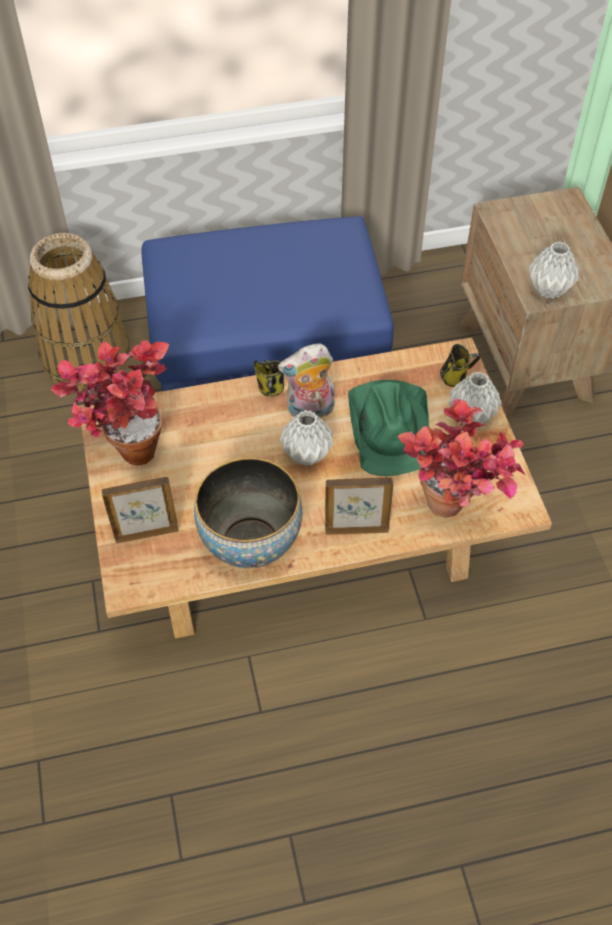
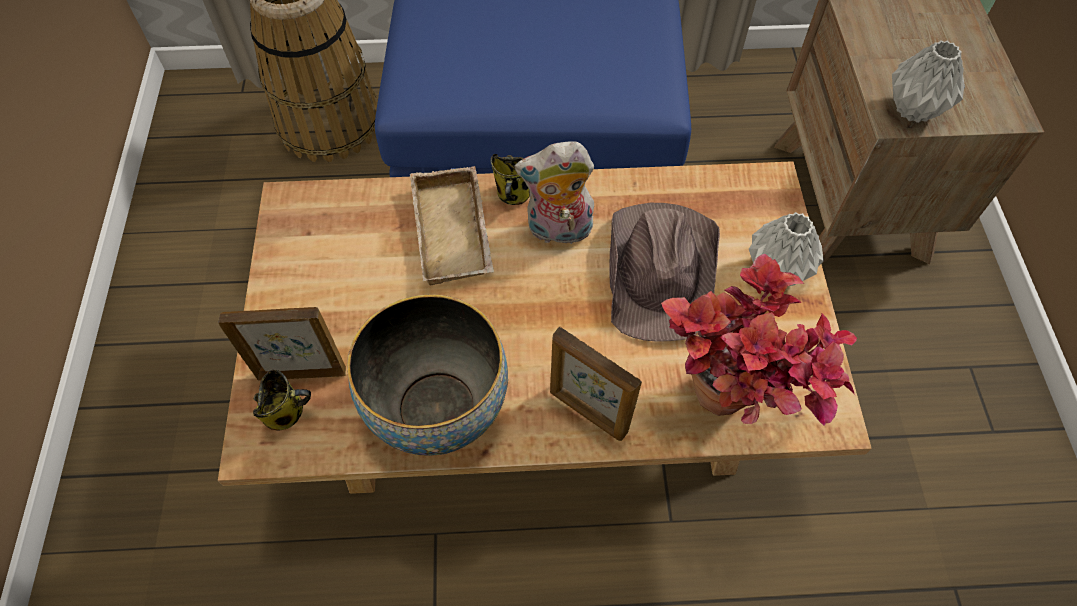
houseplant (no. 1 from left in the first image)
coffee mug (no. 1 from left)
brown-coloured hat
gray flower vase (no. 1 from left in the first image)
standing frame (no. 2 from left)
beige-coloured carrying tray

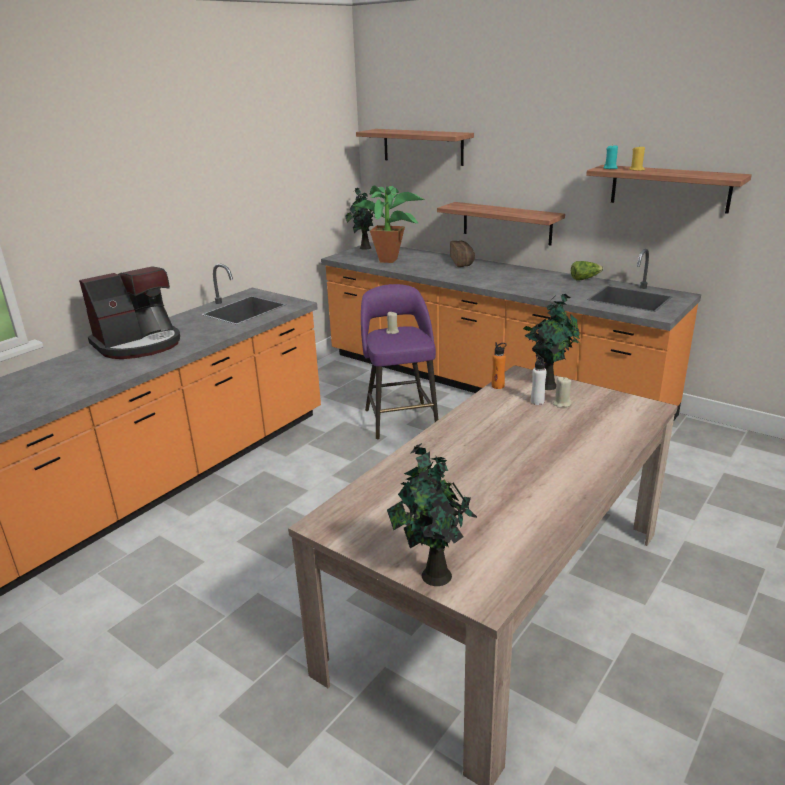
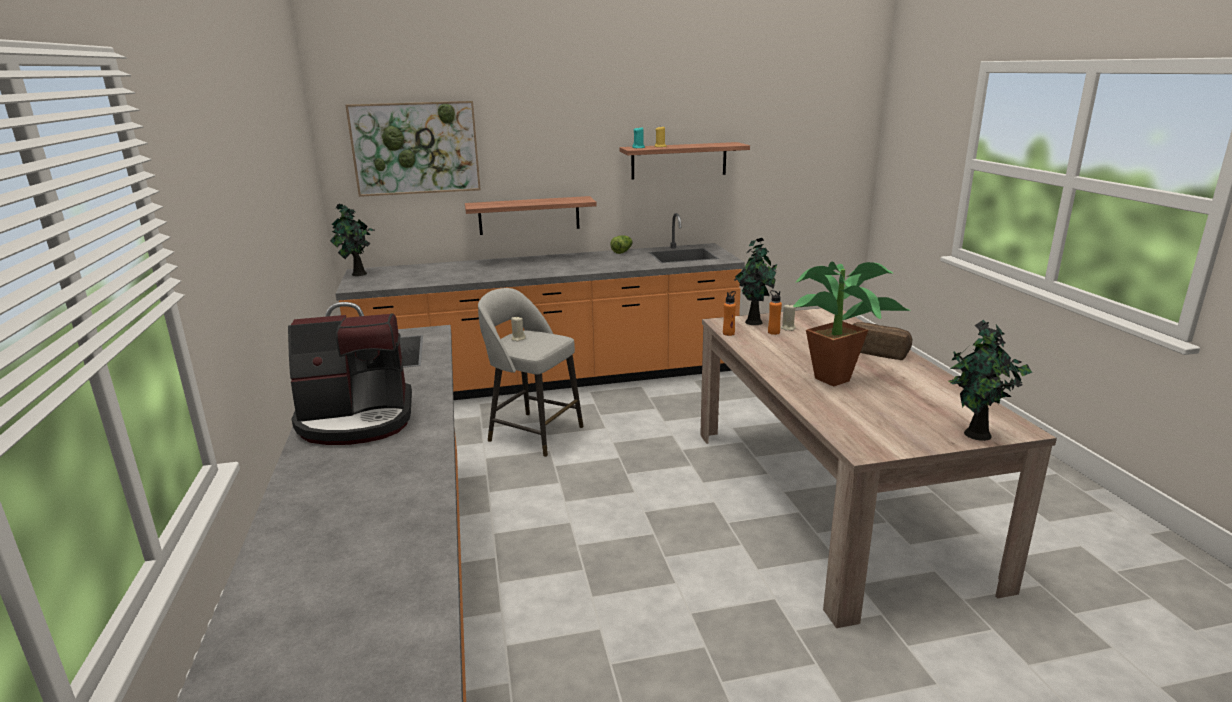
wall art
houseplant (no. 3 from left)
baked bread
coffee machine
gray stool
orange beverage bottle (no. 2 from left)

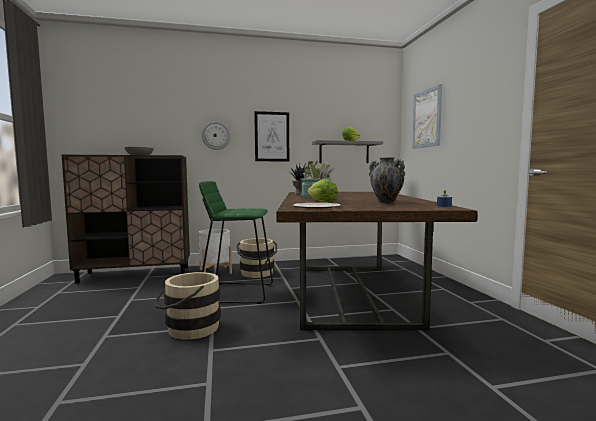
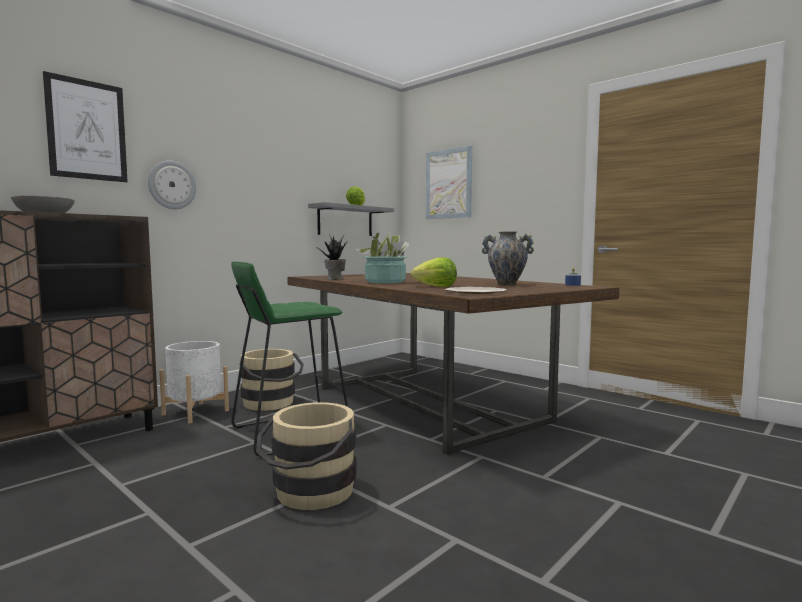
wall art (no. 1 from left)

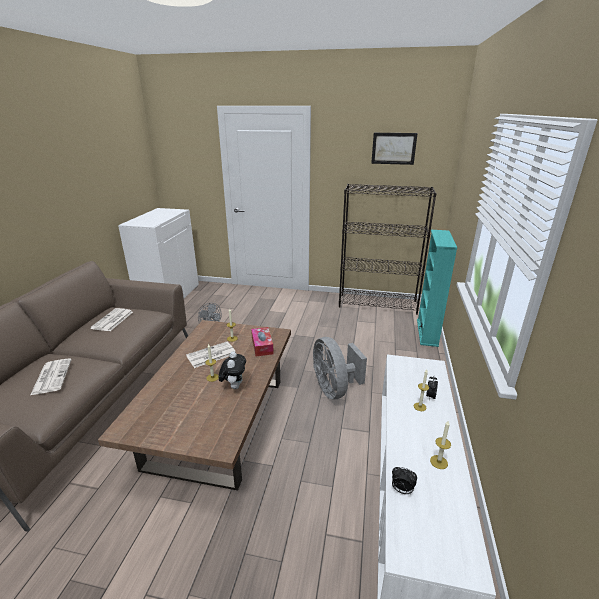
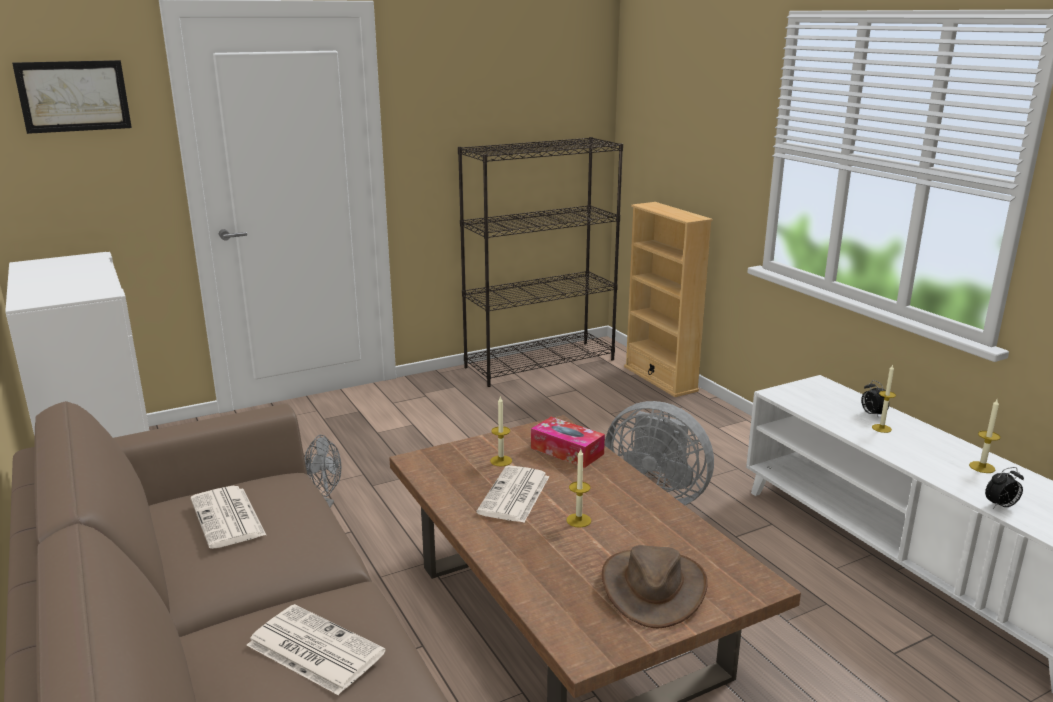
wall art
beige-coloured bookshelf
plush toy
brown-coloured hat

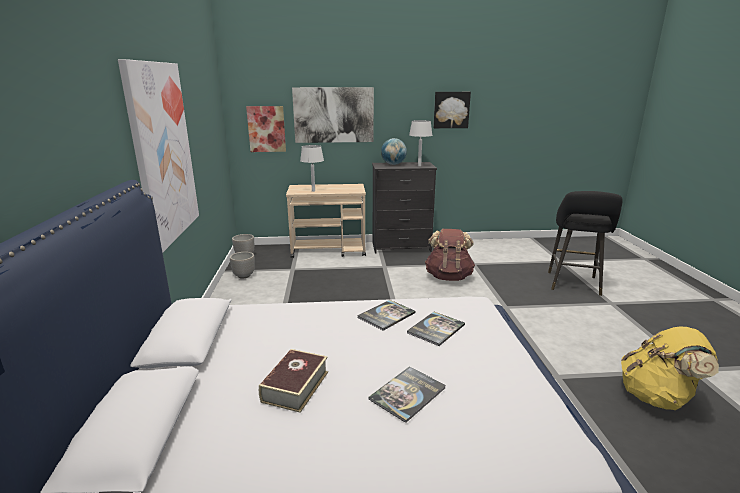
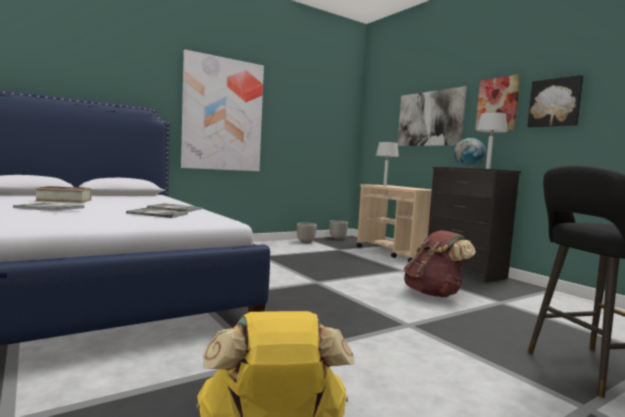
wall art (no. 3 from left)

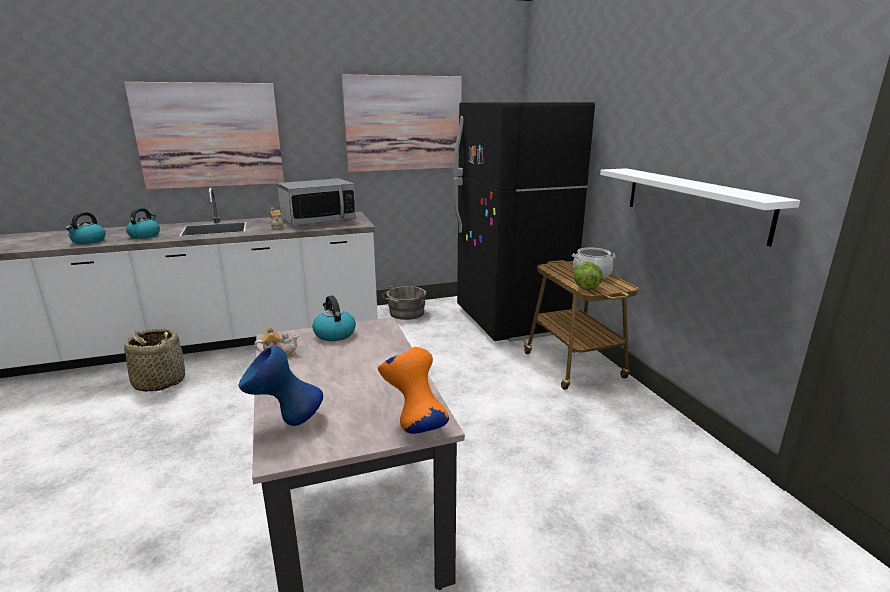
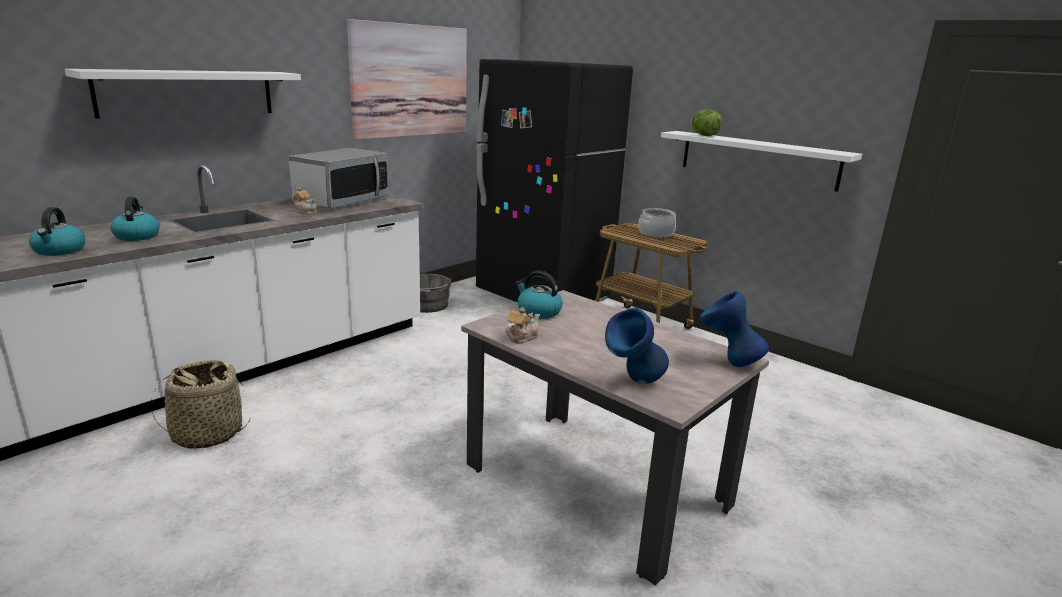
white-coloured bracket shelf (no. 1 from left)
lettuce head
blue flower vase (no. 2 from left)

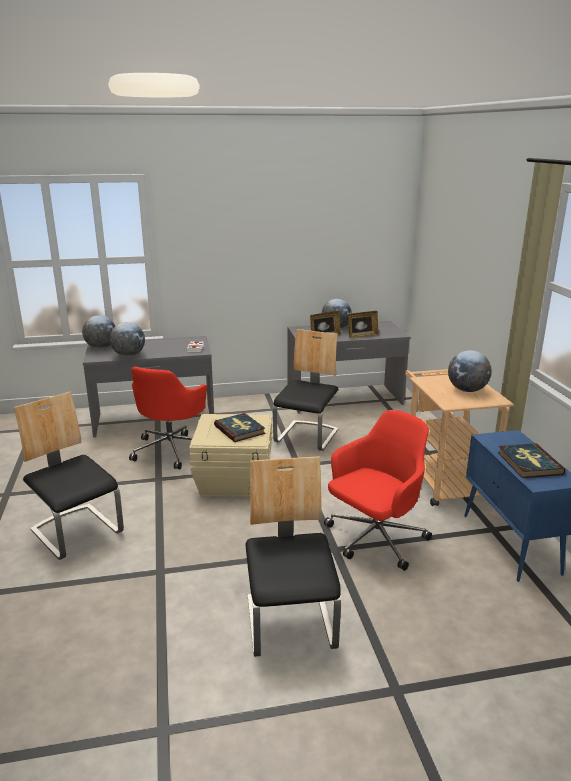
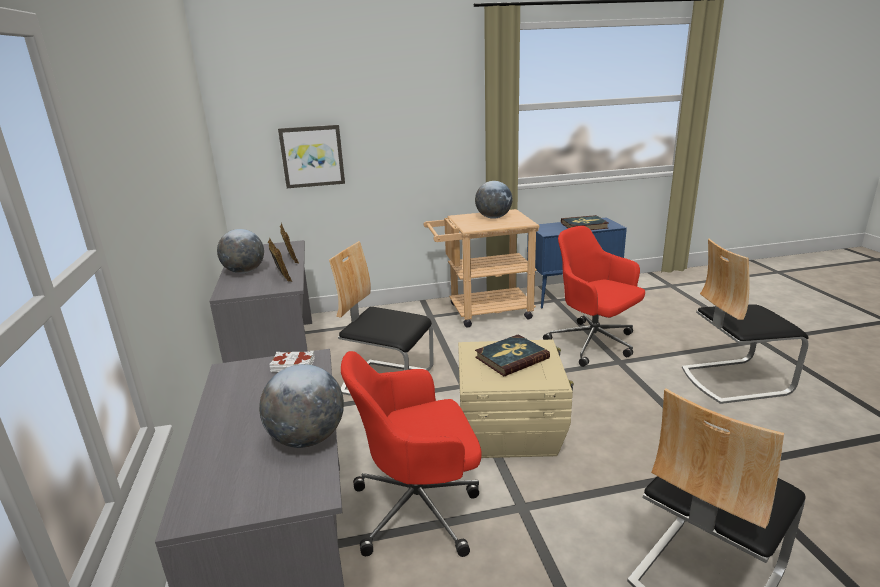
globe (no. 1 from left in the first image)
reddish office chair (no. 1 from left)
wall art

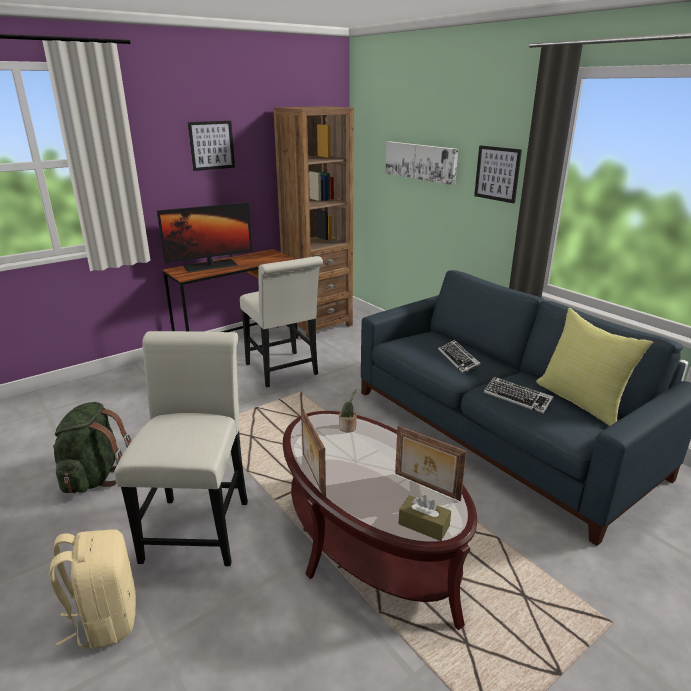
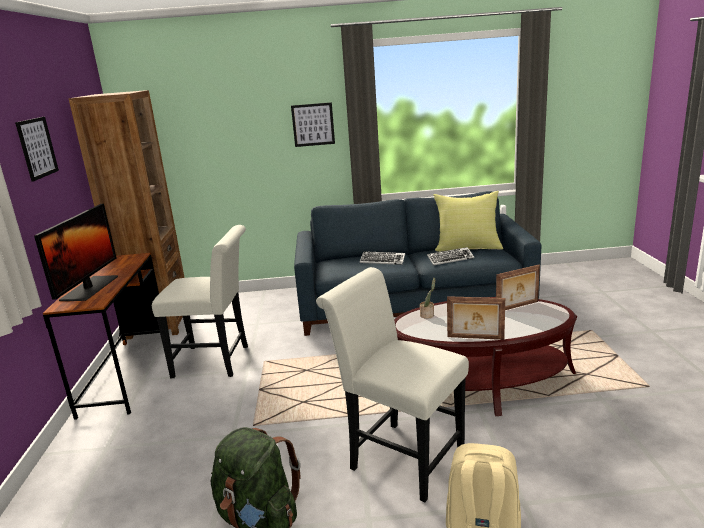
wall art (no. 2 from left in the first image)
brown-coloured tissue box

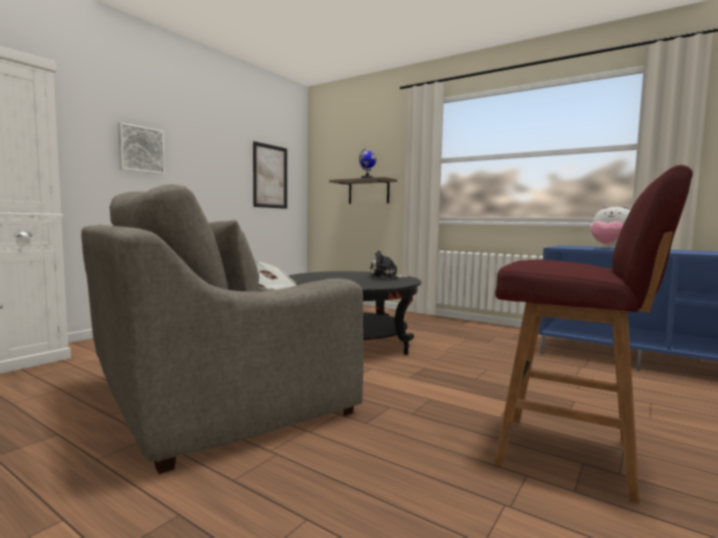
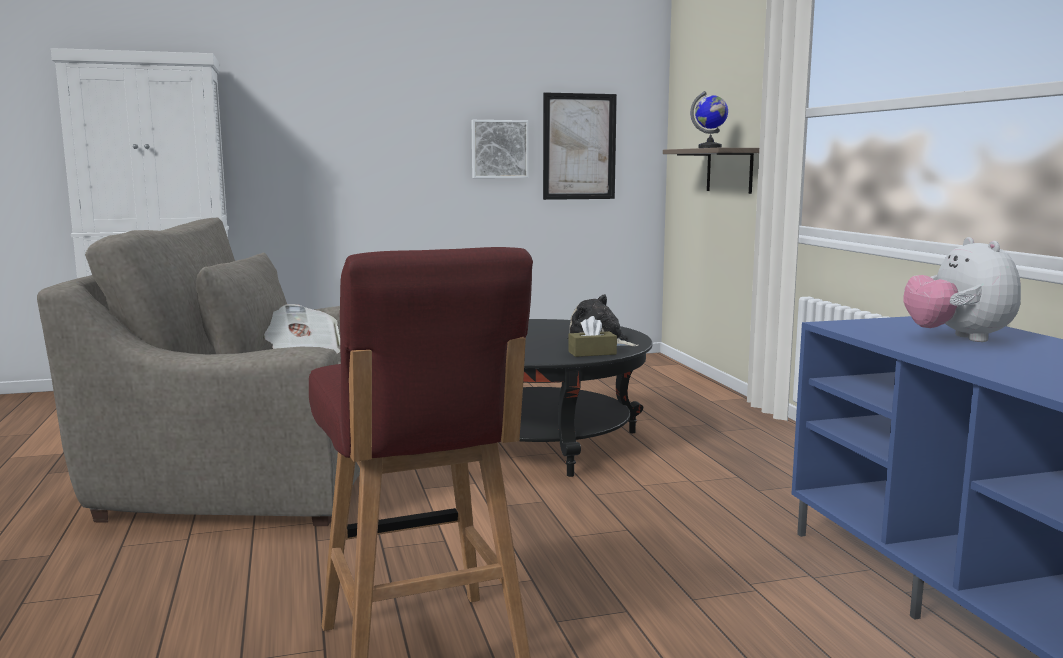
wall art (no. 1 from left)
brown-coloured tissue box

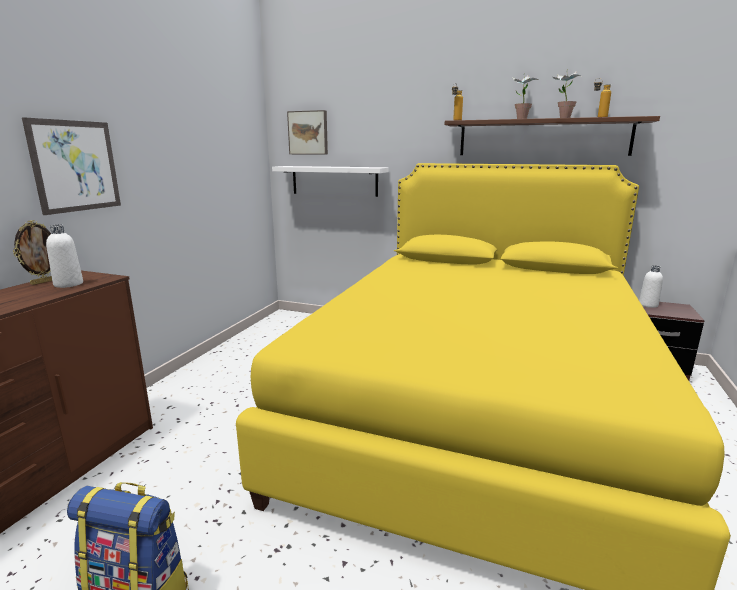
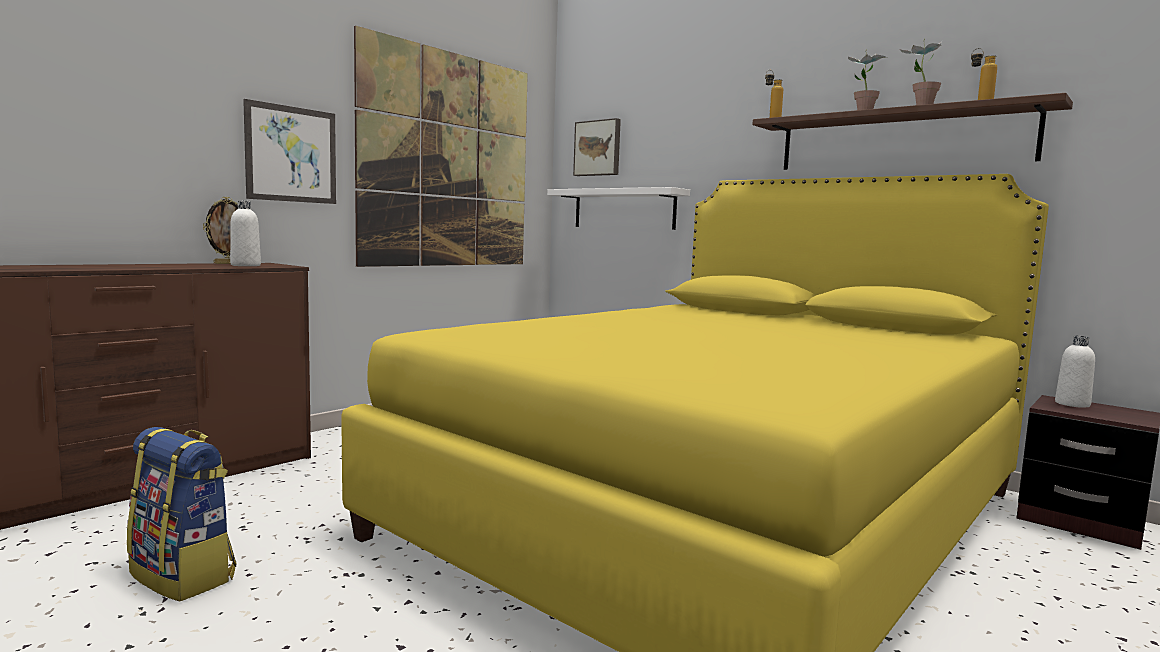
wall art (no. 2 from left)

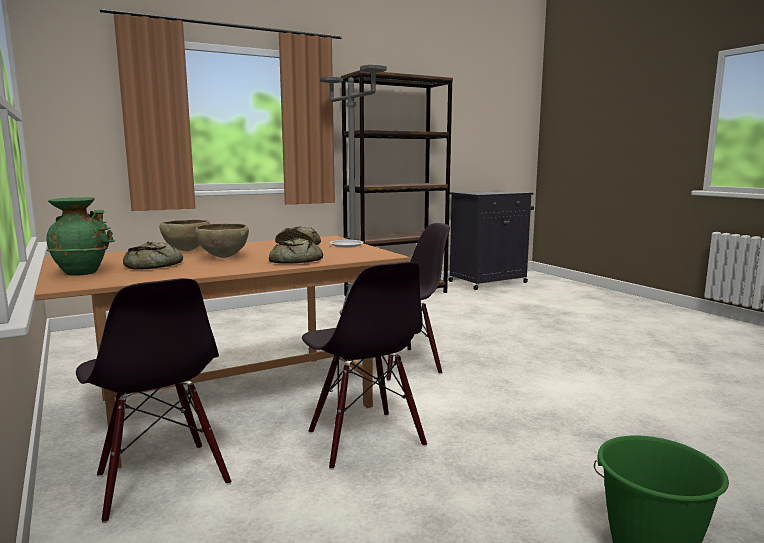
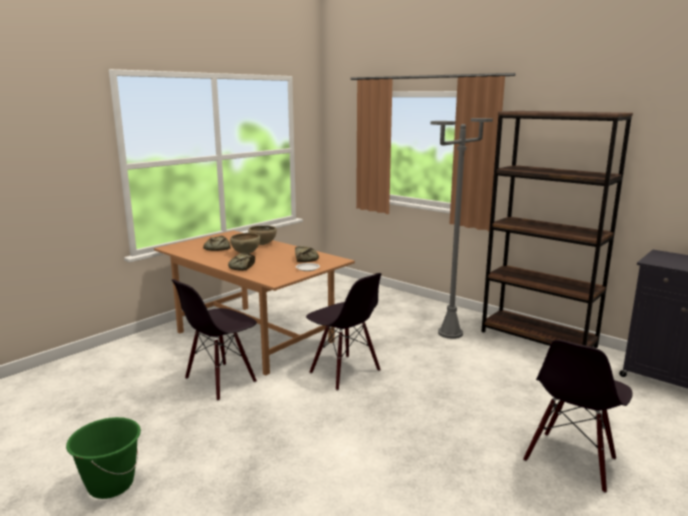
green-coloured flower vase
black plain chair (no. 3 from left)

